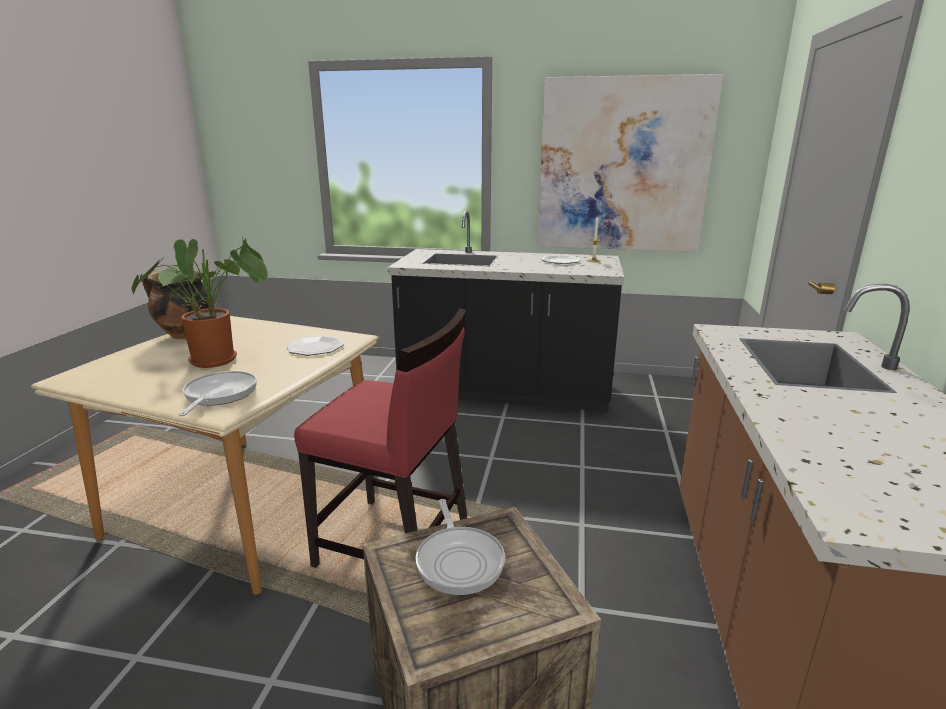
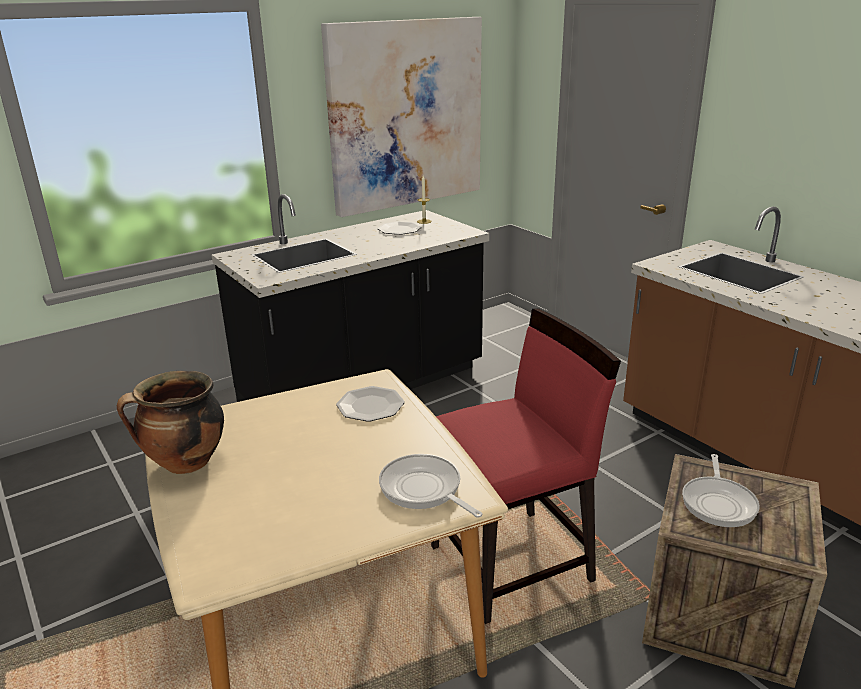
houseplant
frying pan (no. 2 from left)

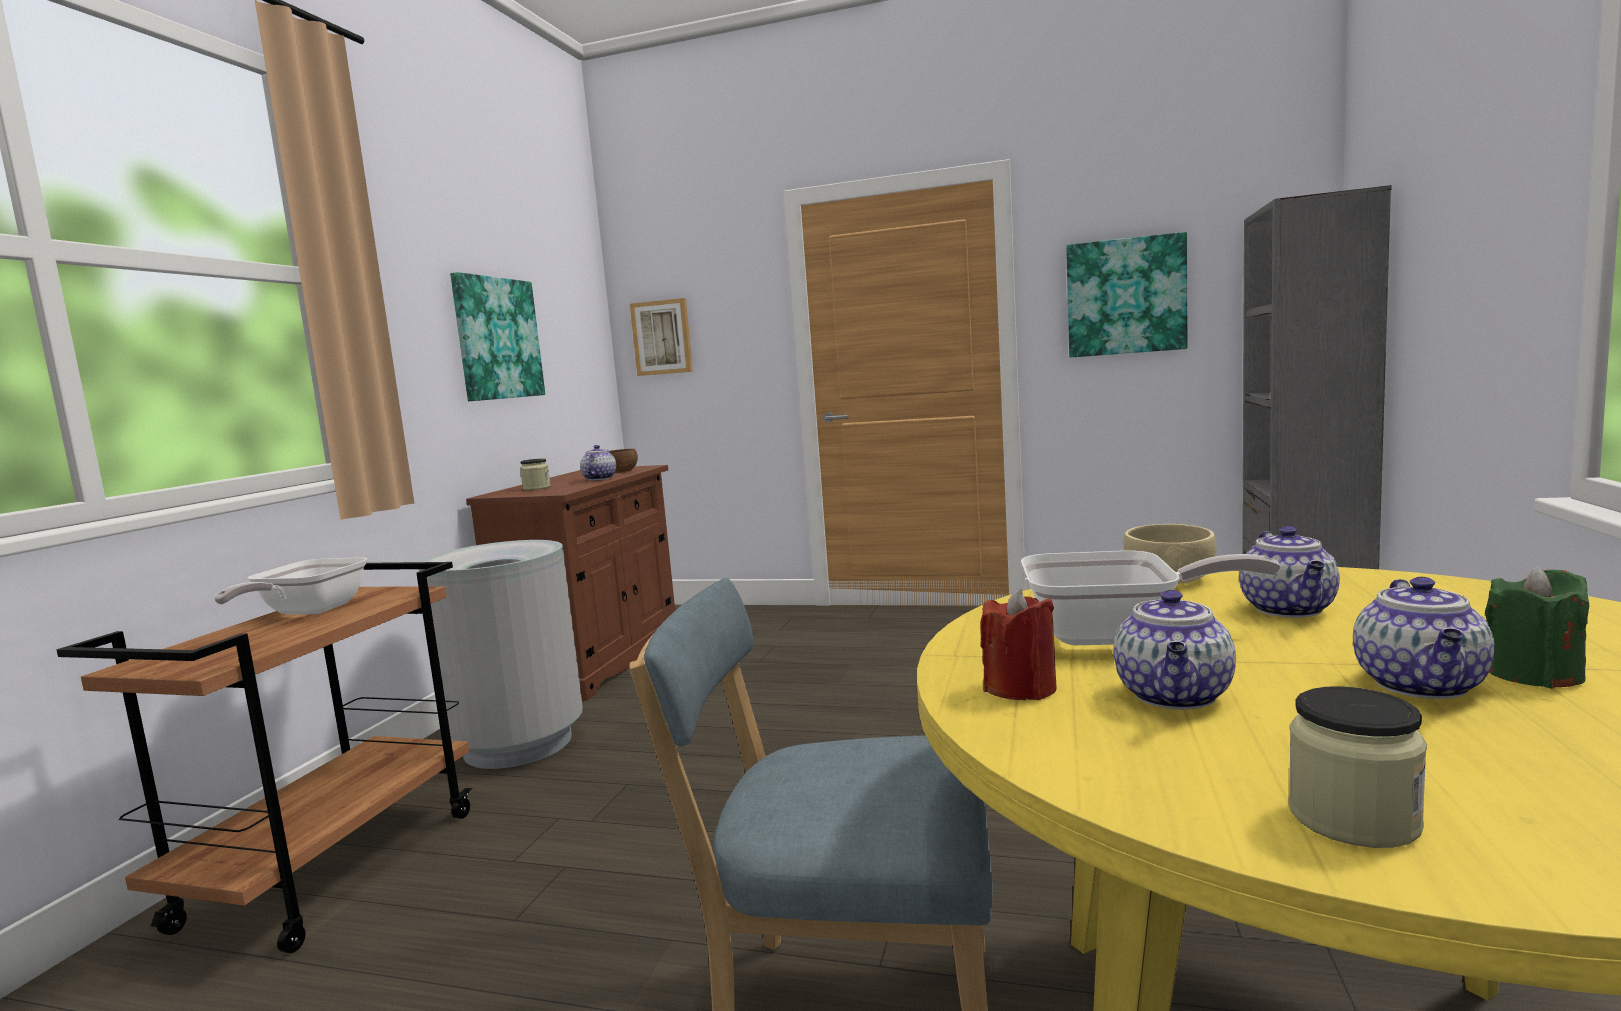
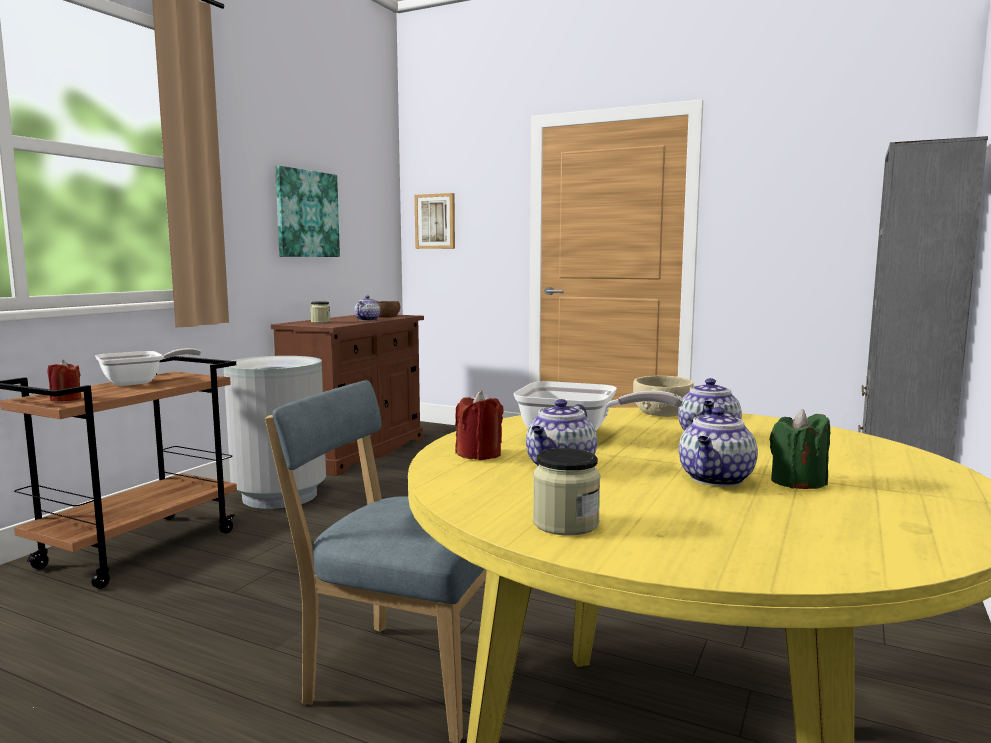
wall art (no. 3 from left in the first image)
frying pan (no. 1 from left)
reddish candle (no. 1 from left)

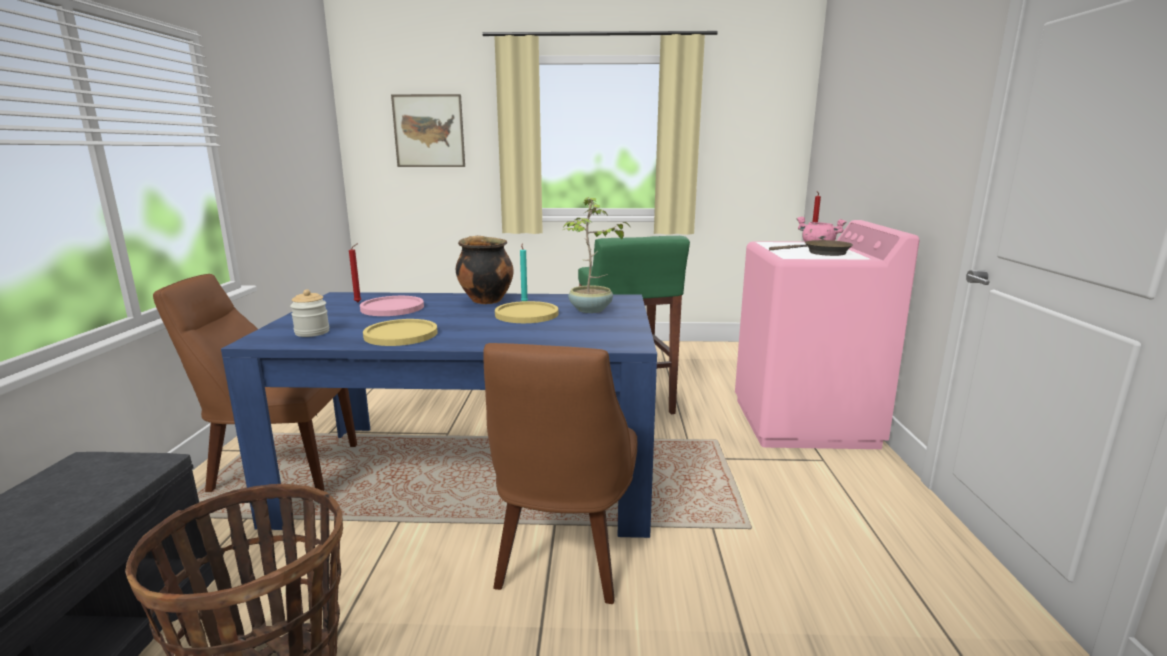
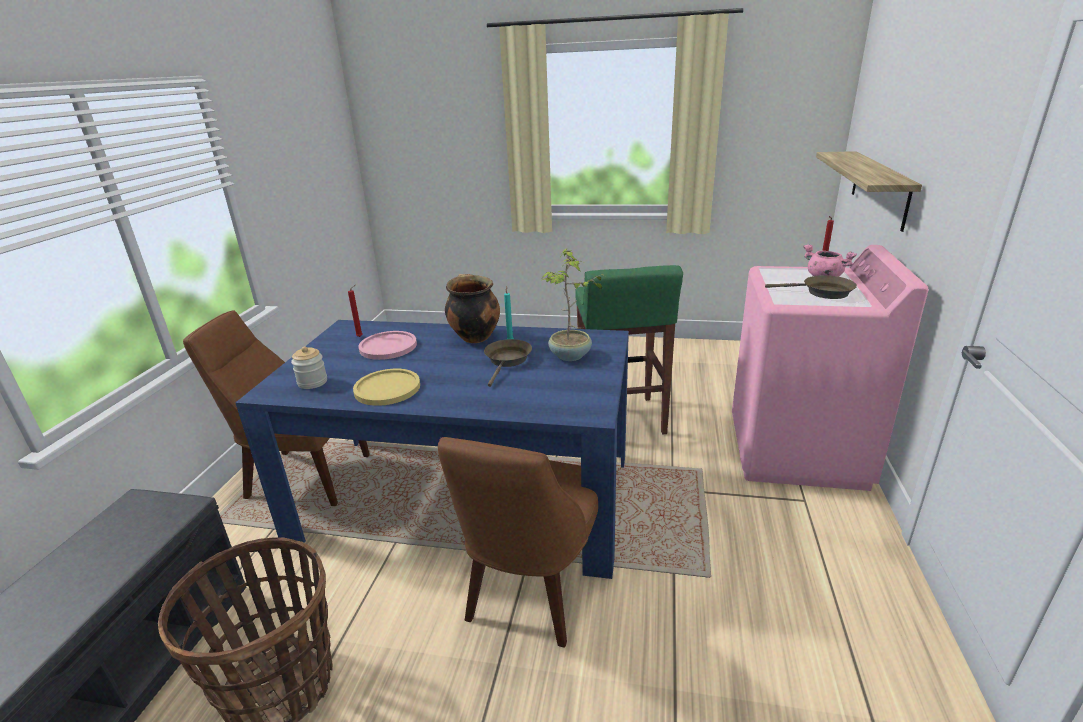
wall art
brown-coloured frying pan (no. 1 from left)
bracket shelf

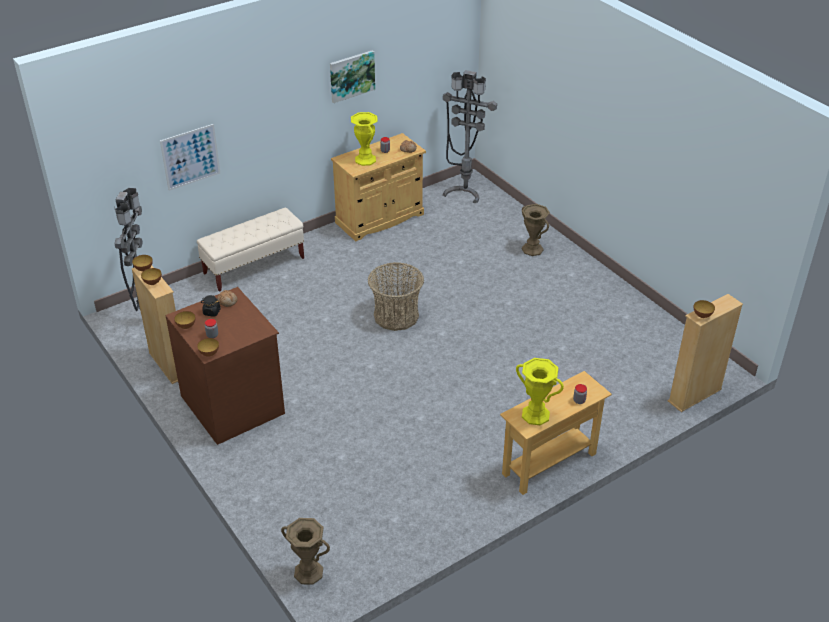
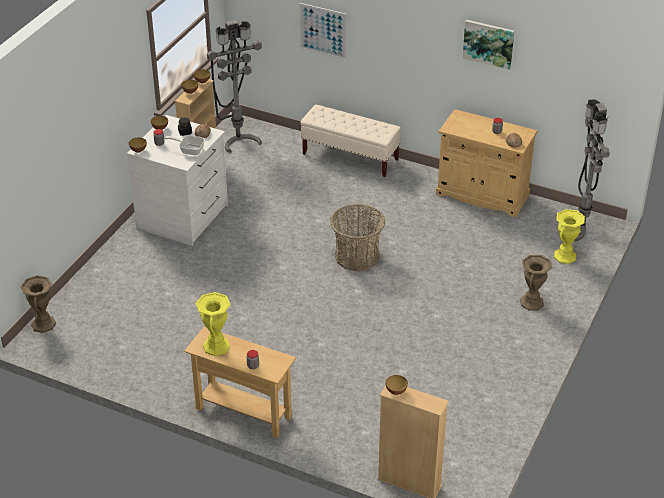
yellow-coloured flower vase (no. 2 from left)
white-coloured chest of drawers
frying pan

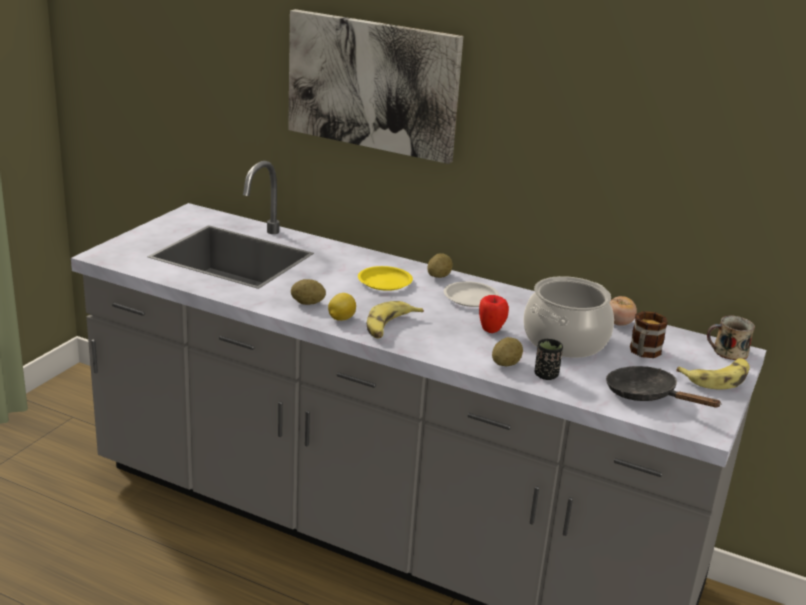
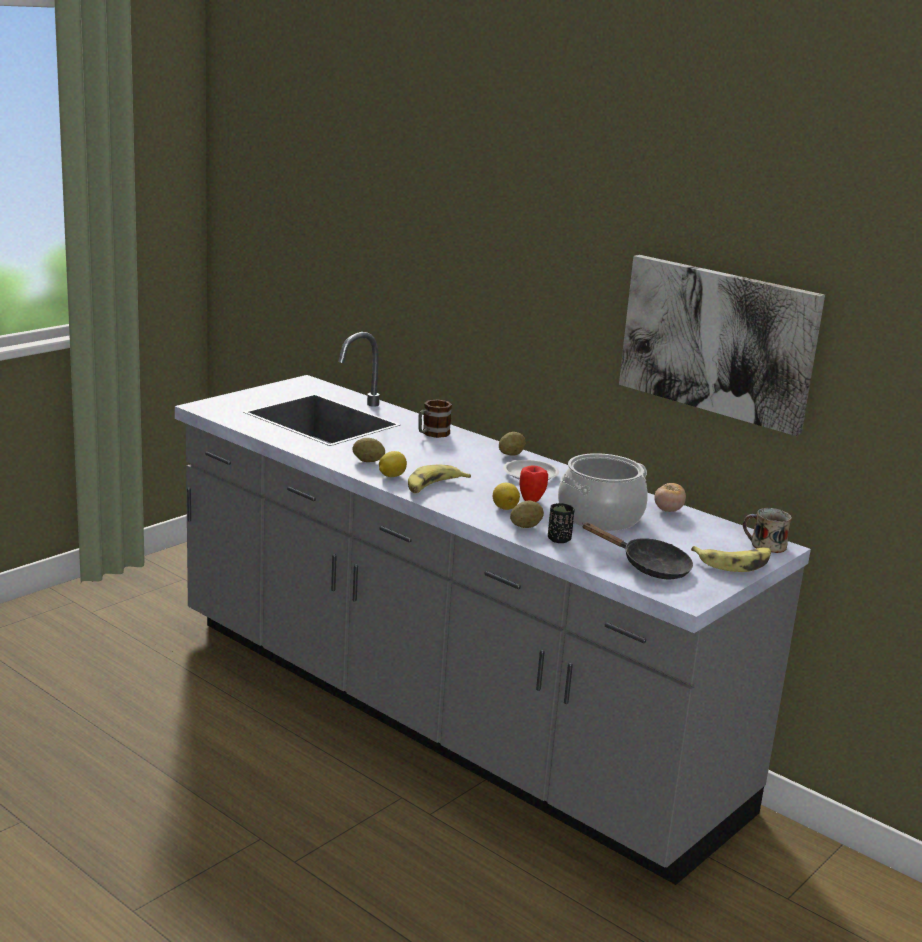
wall art
yellow-coloured plate
coffee mug (no. 1 from left)
black frying pan
lemon (no. 2 from left)

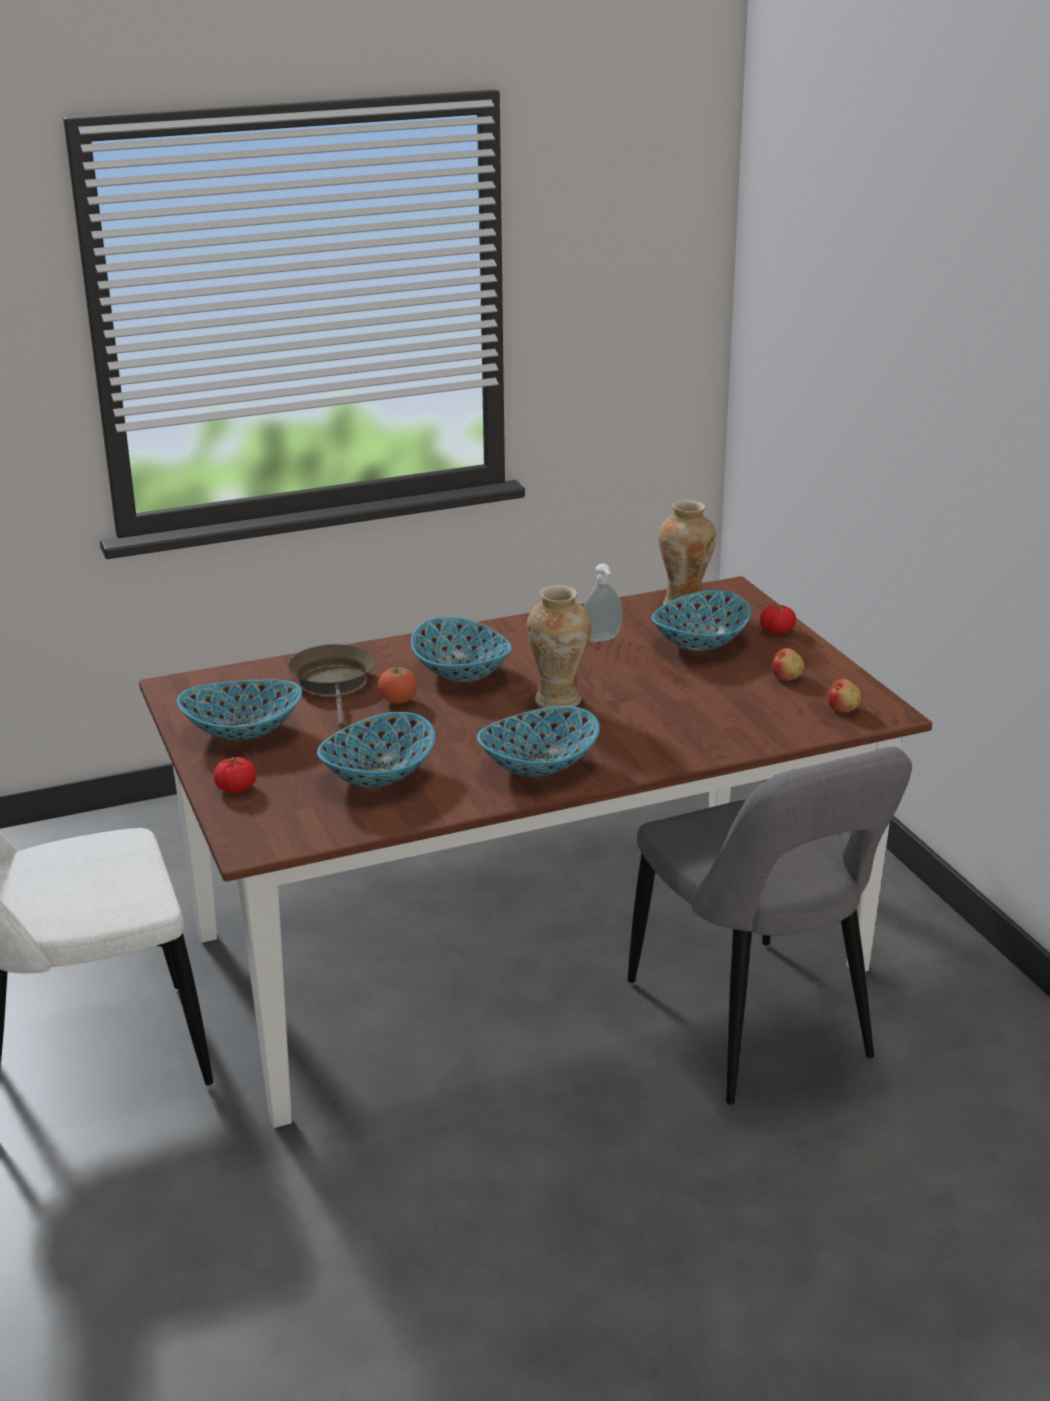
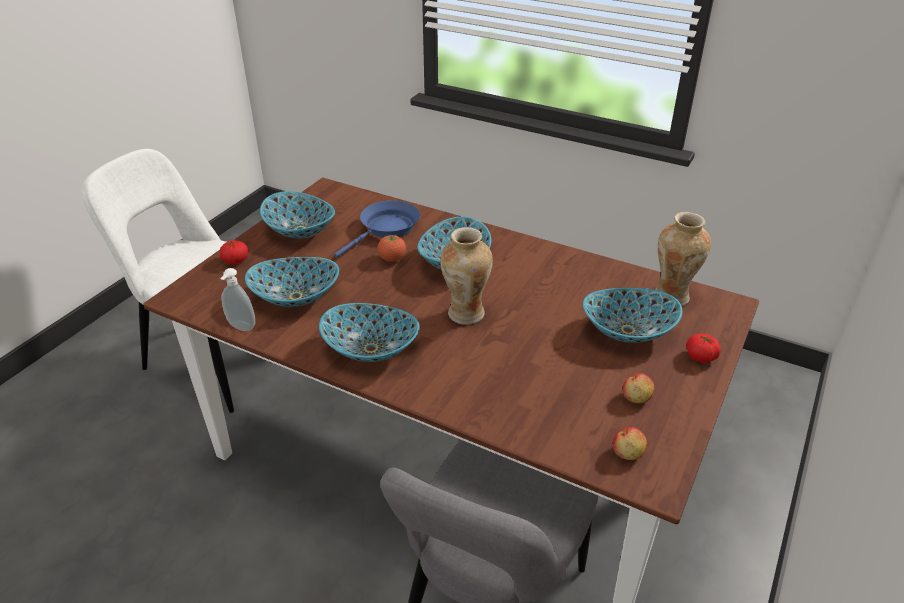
soap dispenser
blue frying pan

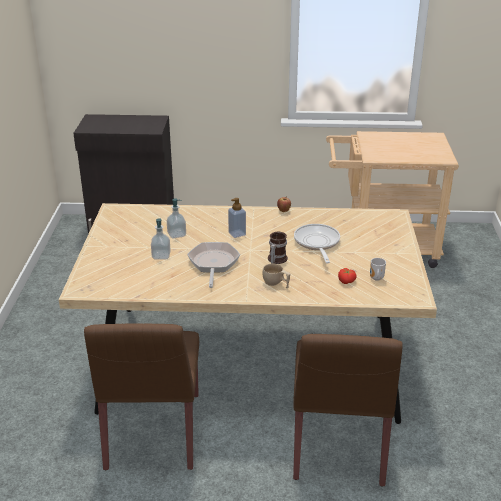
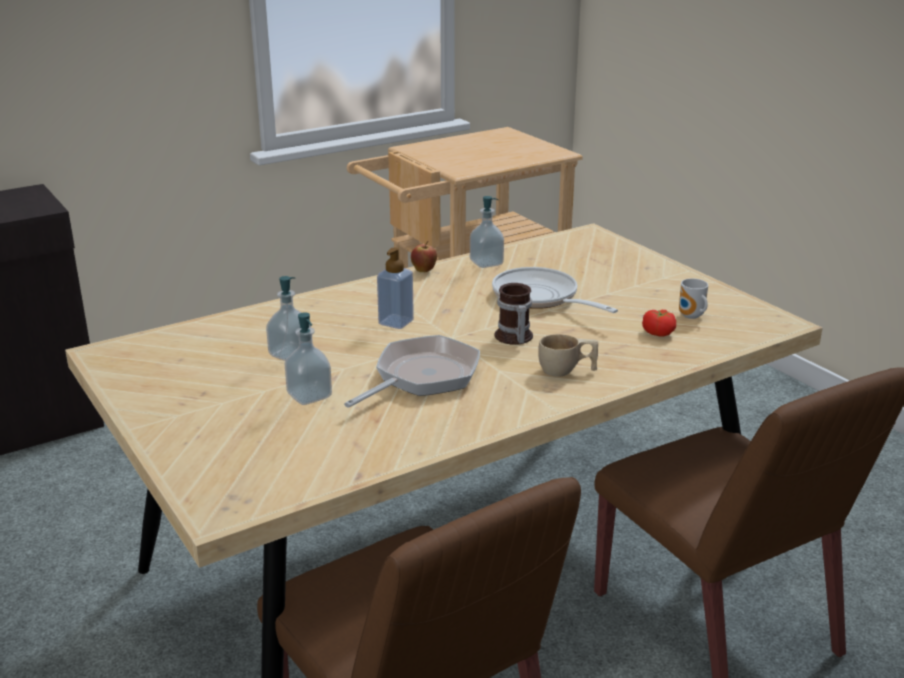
frying pan (no. 1 from left)
soap dispenser (no. 4 from left)

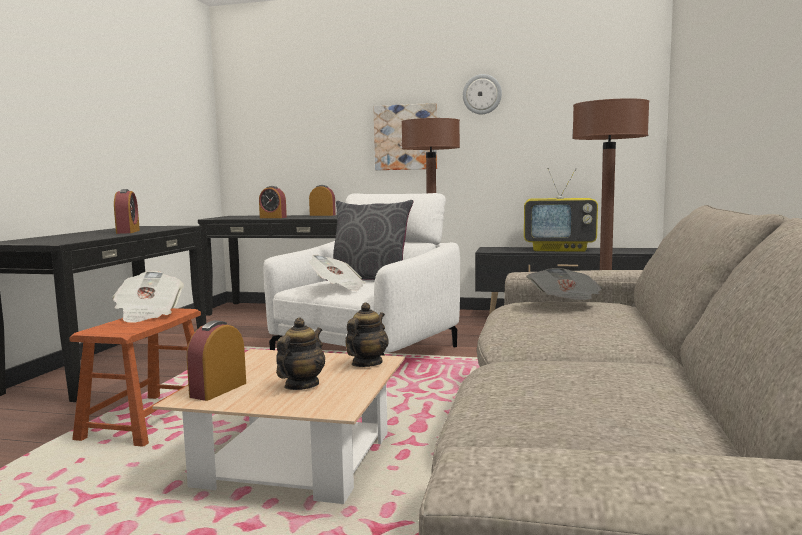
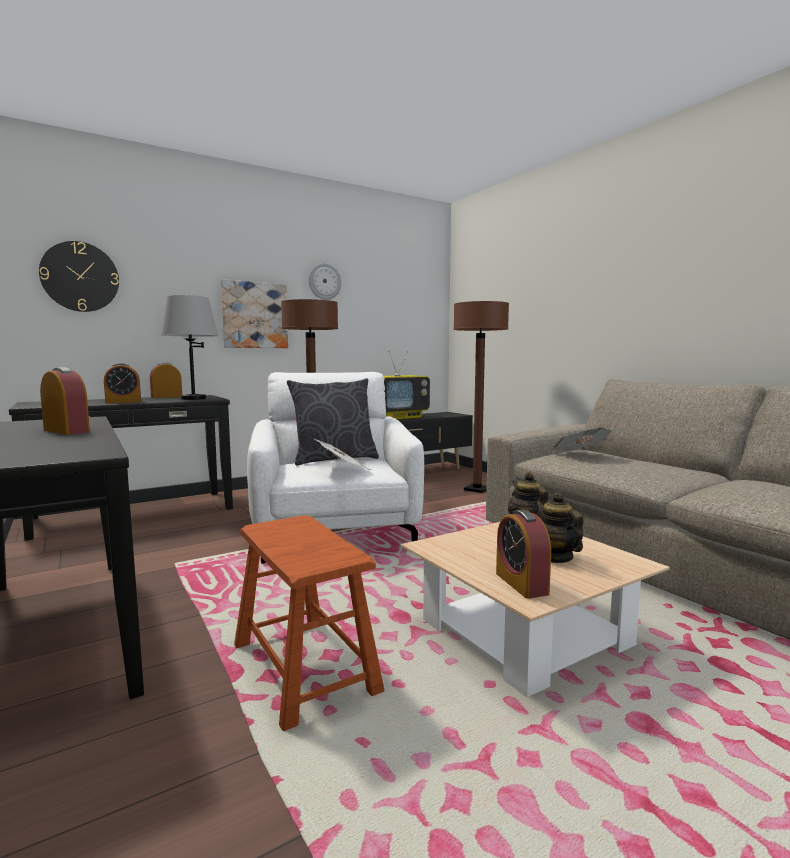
newspaper (no. 1 from left in the first image)
clock on the wall (no. 1 from left)
gray table lamp

